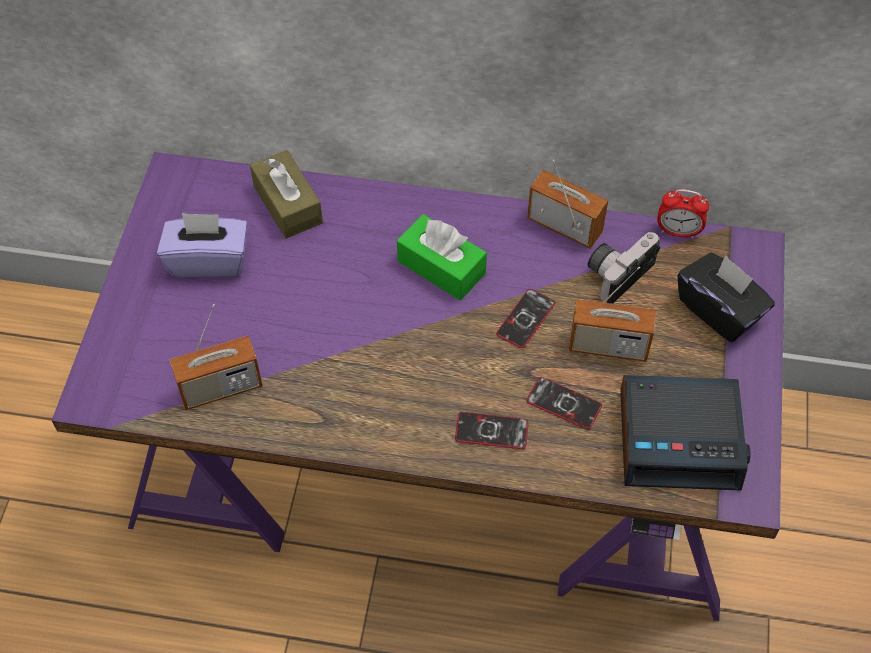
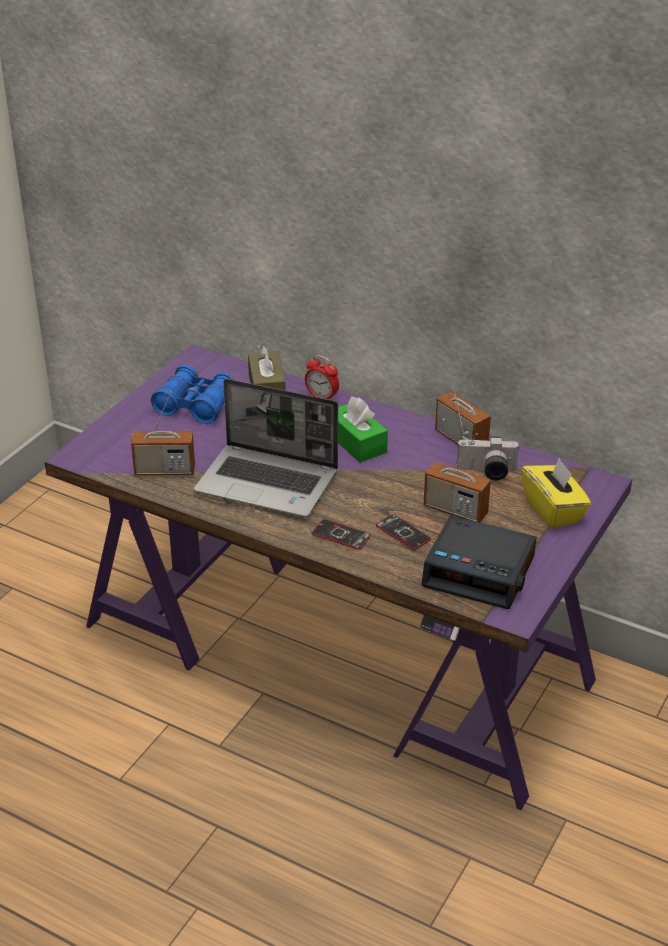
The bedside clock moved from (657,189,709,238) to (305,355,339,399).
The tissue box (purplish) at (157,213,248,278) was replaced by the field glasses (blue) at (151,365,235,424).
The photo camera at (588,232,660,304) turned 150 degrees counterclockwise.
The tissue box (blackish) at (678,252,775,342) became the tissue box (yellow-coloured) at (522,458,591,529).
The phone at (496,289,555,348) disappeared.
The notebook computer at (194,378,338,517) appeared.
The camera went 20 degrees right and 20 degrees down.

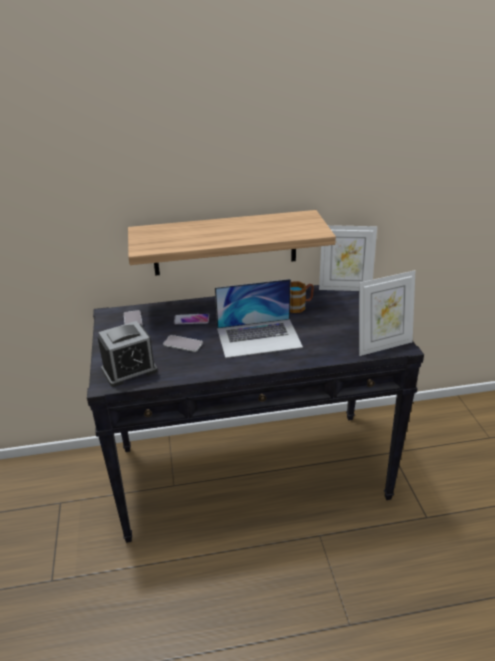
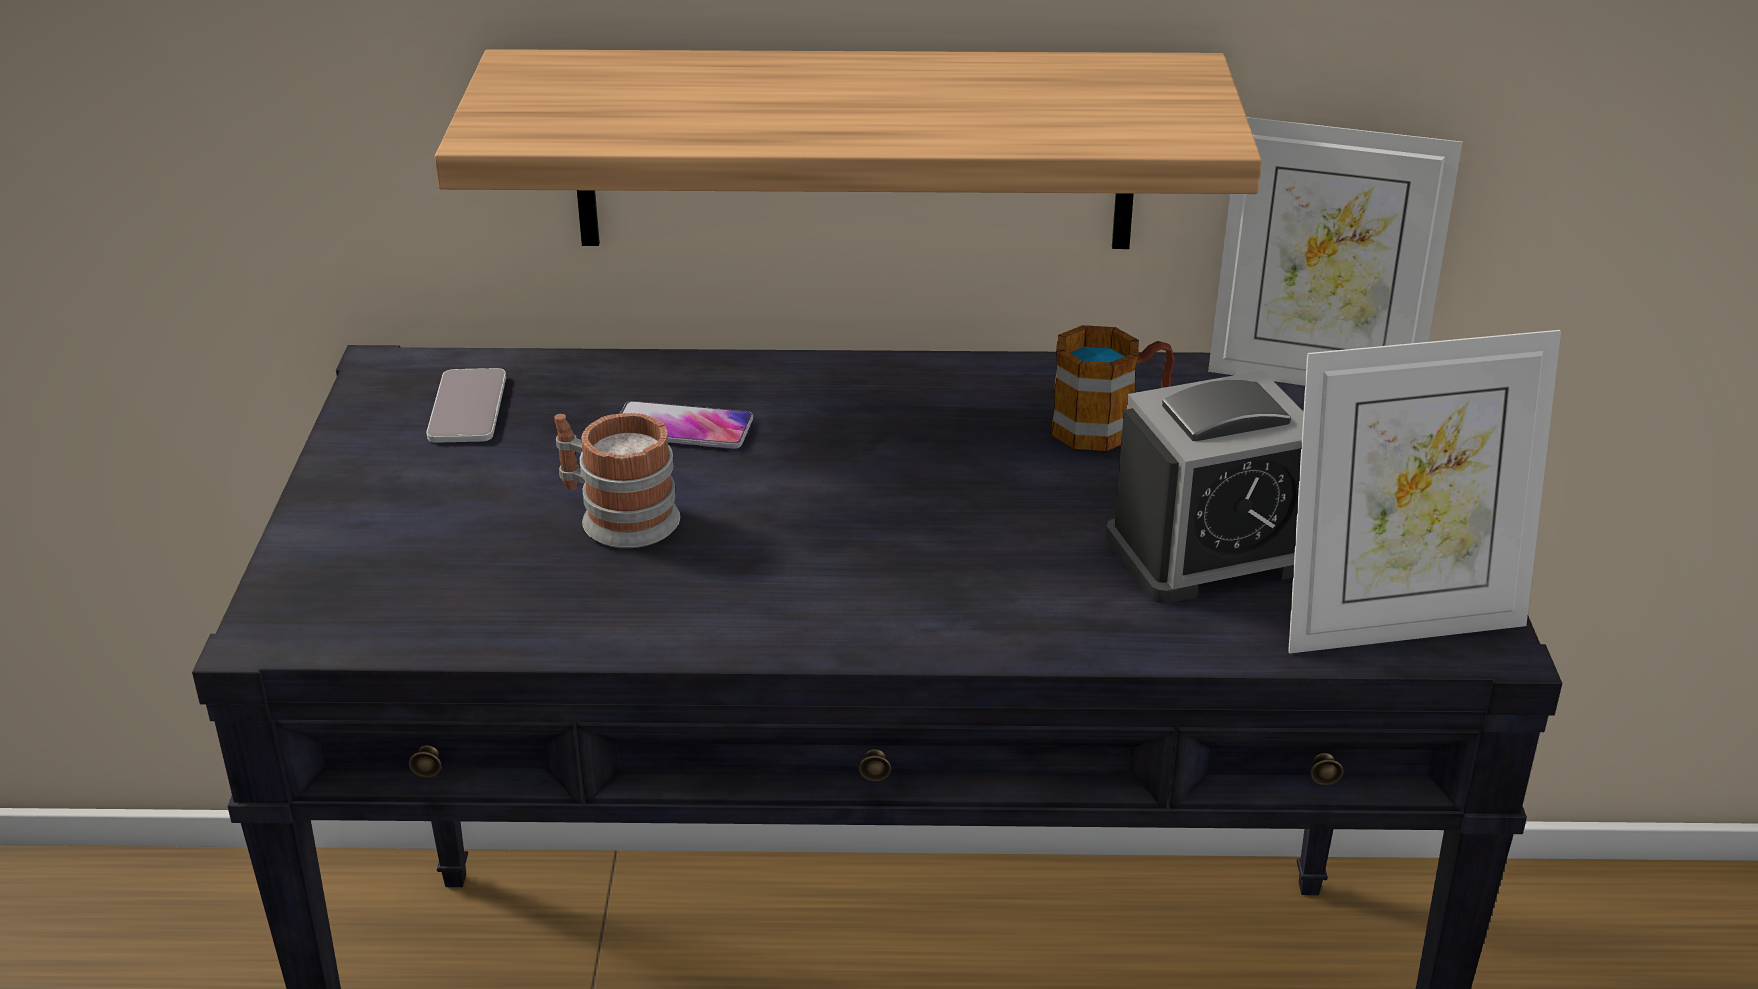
The notebook computer at (215,279,303,358) disappeared.
The bedside clock moved from (98,321,158,387) to (1106,370,1304,604).
The phone at (163,335,203,352) was replaced by the mug at (554,413,680,548).
The camera went 10 degrees right and 0 degrees up.

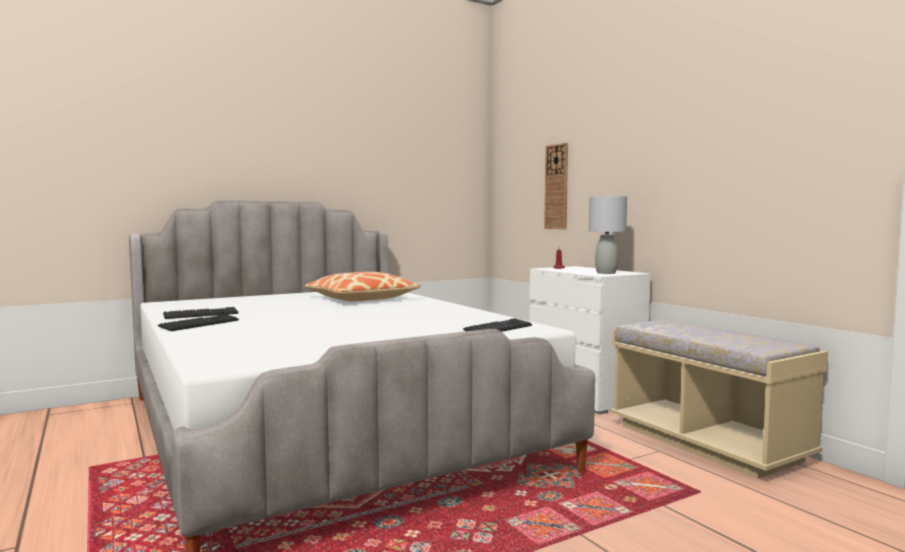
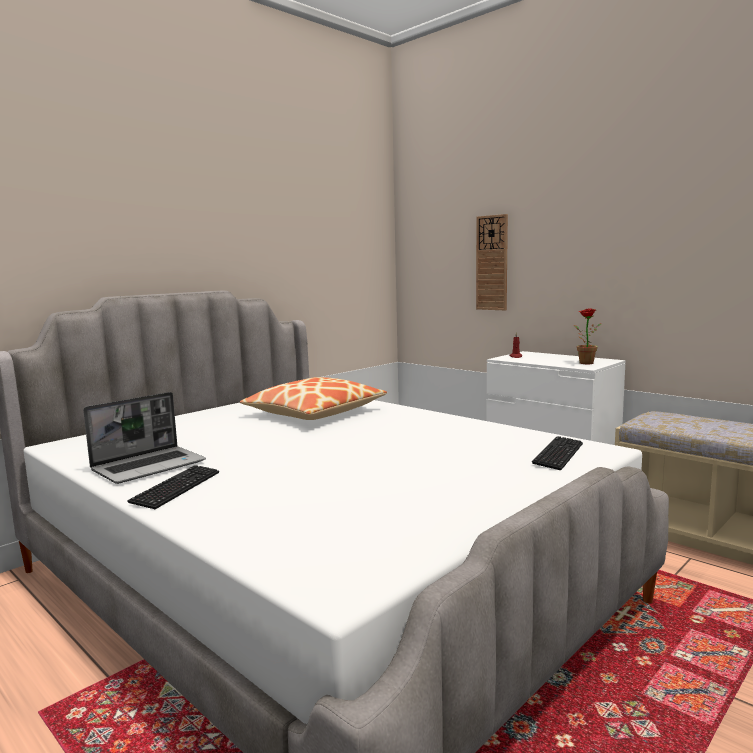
The table lamp (grey) at (589,196,627,274) was replaced by the plant in a pot at (574,308,602,364).
The computer keyboard at (163,307,239,319) was replaced by the notebook computer at (83,392,206,484).
The camera went 15 degrees left and 5 degrees up.

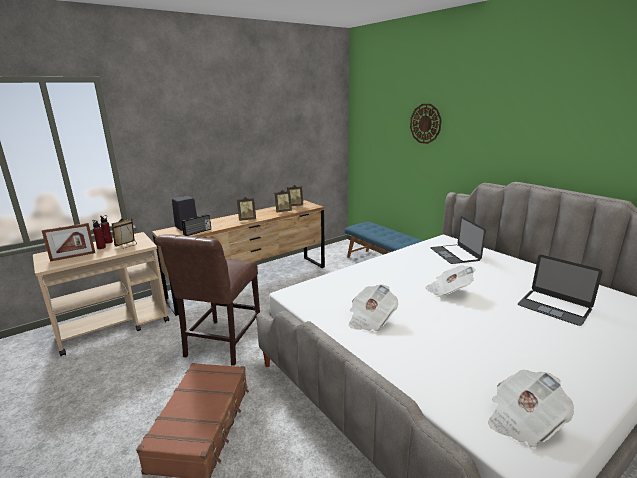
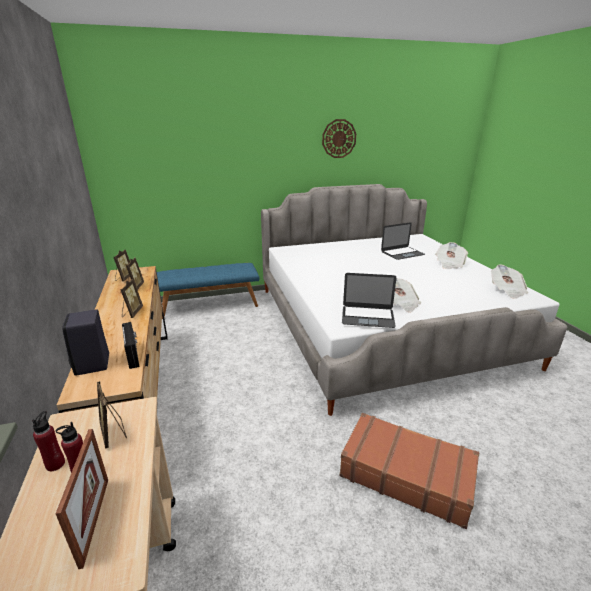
The clock on the wall moved from (410,104,442,144) to (322,119,356,158).
The notebook computer moved from (430,216,486,264) to (342,273,396,328).
The upright chair (brownish) at (155,234,260,366) disappeared.
The printed paper moved from (425,265,476,297) to (436,242,468,269).
The camera went 70 degrees left and 5 degrees up.

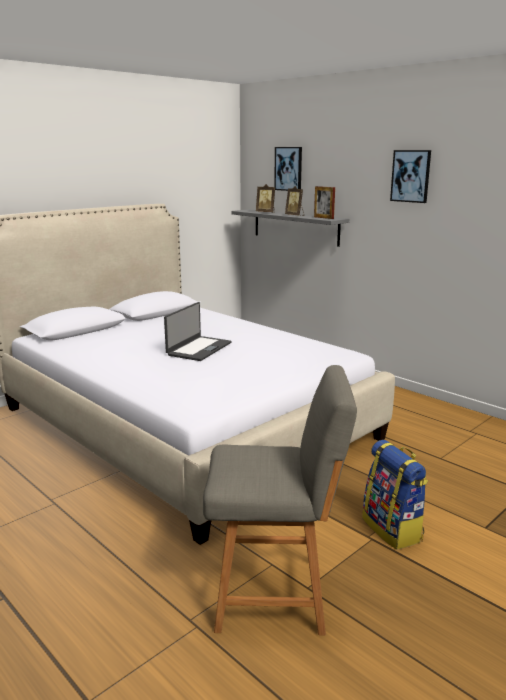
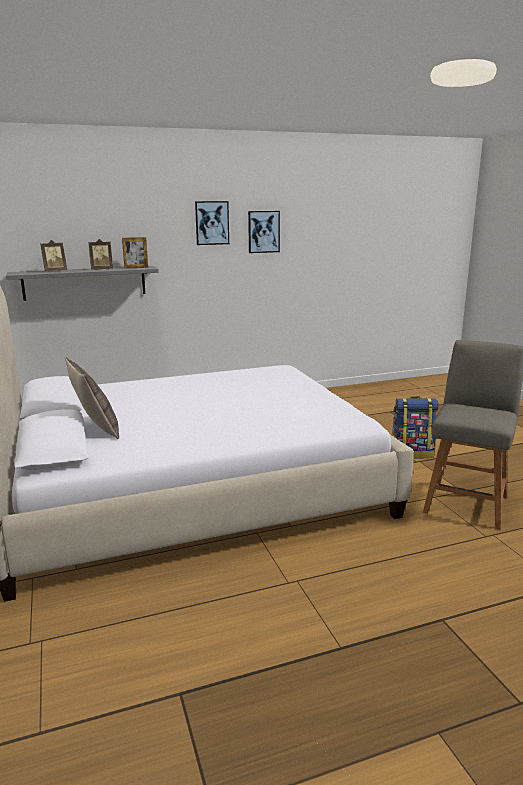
The wall art moved from (274,147,302,191) to (248,211,280,253).
The notebook computer at (164,302,232,361) disappeared.
The cushion at (65,357,119,439) appeared.
The camera went 65 degrees left and 0 degrees up.

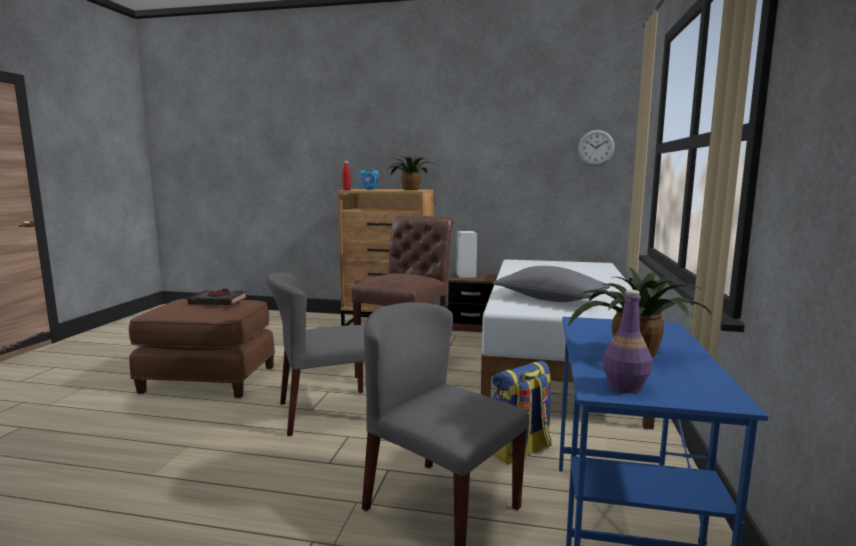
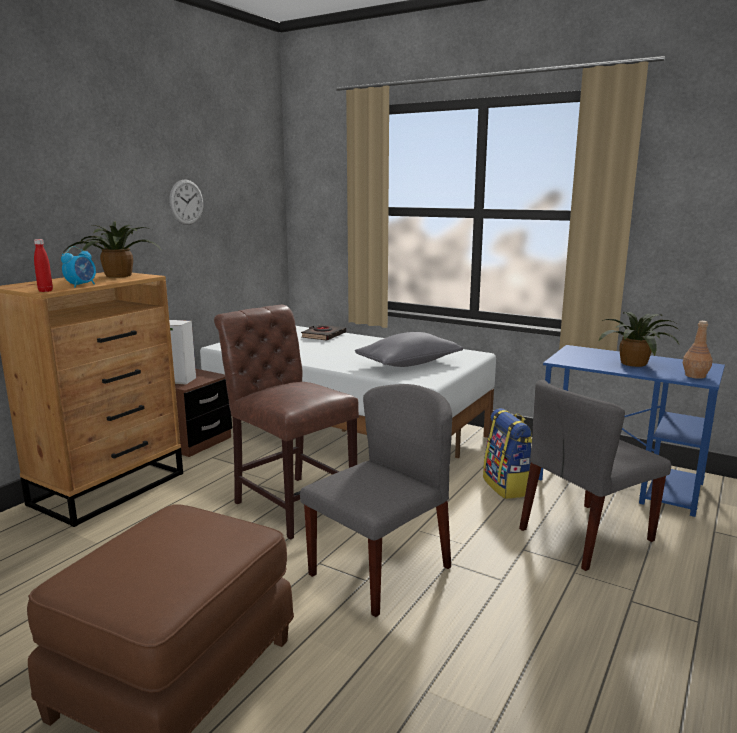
The clock on the wall moved from (578,130,615,166) to (169,179,203,225).
The upright chair (grey) at (266,273,365,436) turned 135 degrees counterclockwise.
The bound book (blackish) moved from (187,289,247,305) to (301,324,346,341).
The beverage bottle (purplish) at (603,290,652,393) became the beverage bottle (brownish) at (683,321,713,379).
The camera went 70 degrees left and 5 degrees up.

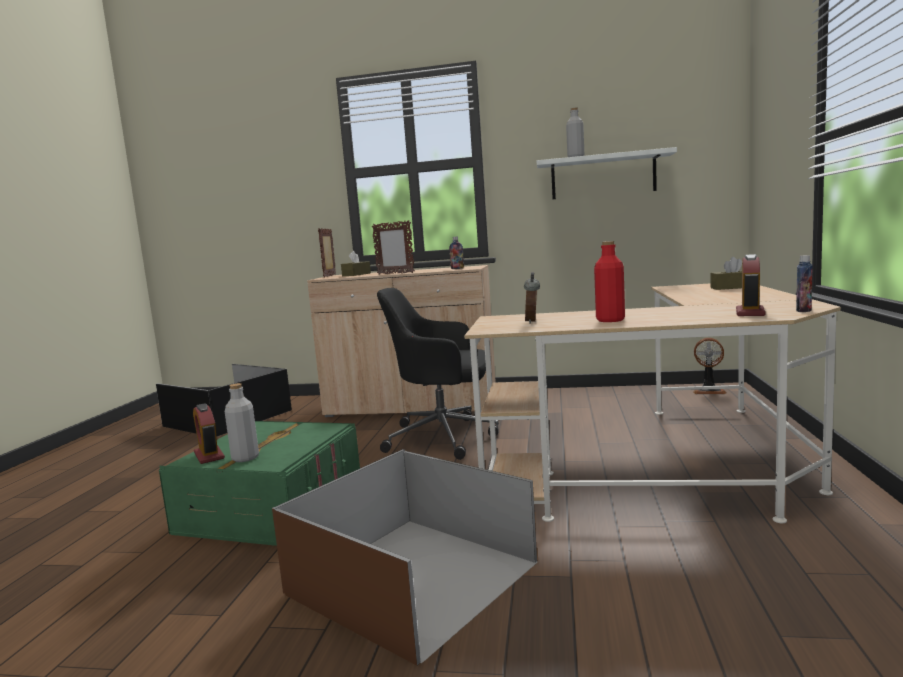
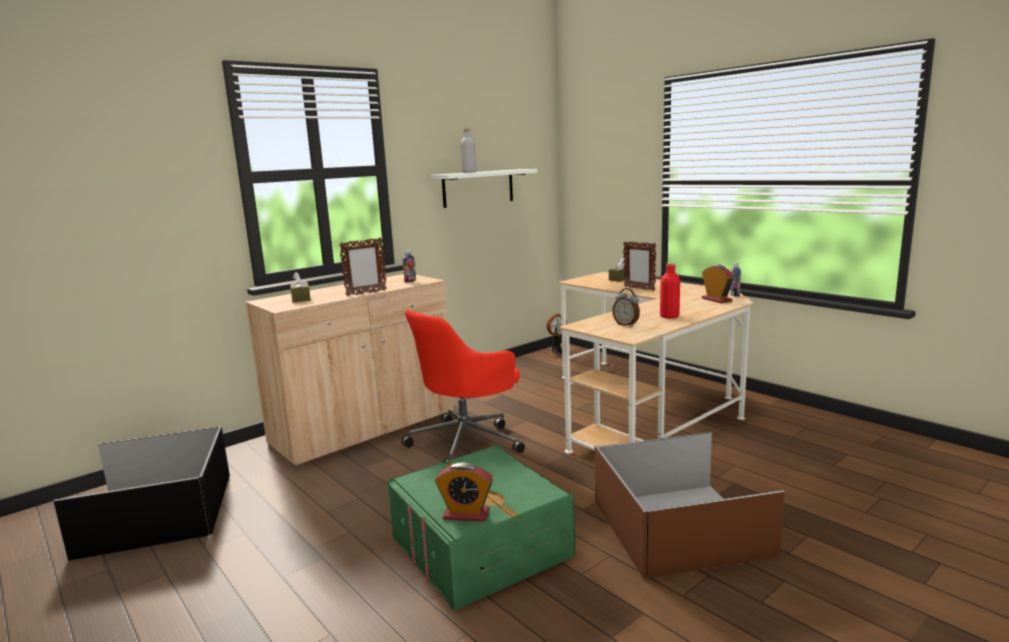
The standing frame moved from (318,228,336,278) to (623,241,656,291).
The office chair (blackish) at (377,288,499,460) became the office chair (red-coloured) at (401,310,525,462).
The beverage bottle (grey) at (225,383,259,462) disappeared.
The camera went 50 degrees left and 5 degrees up.

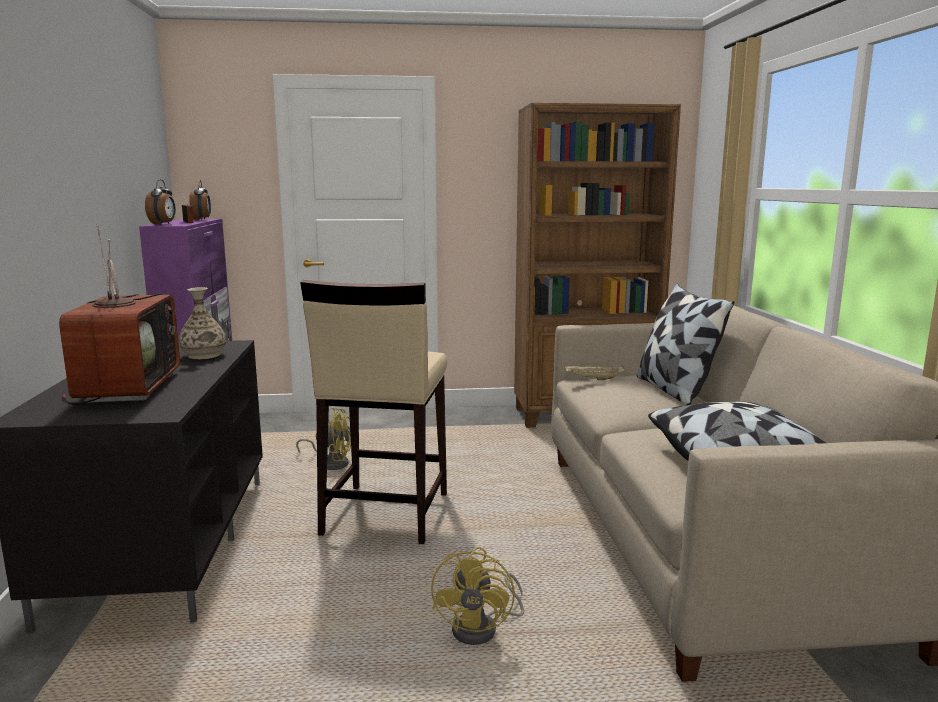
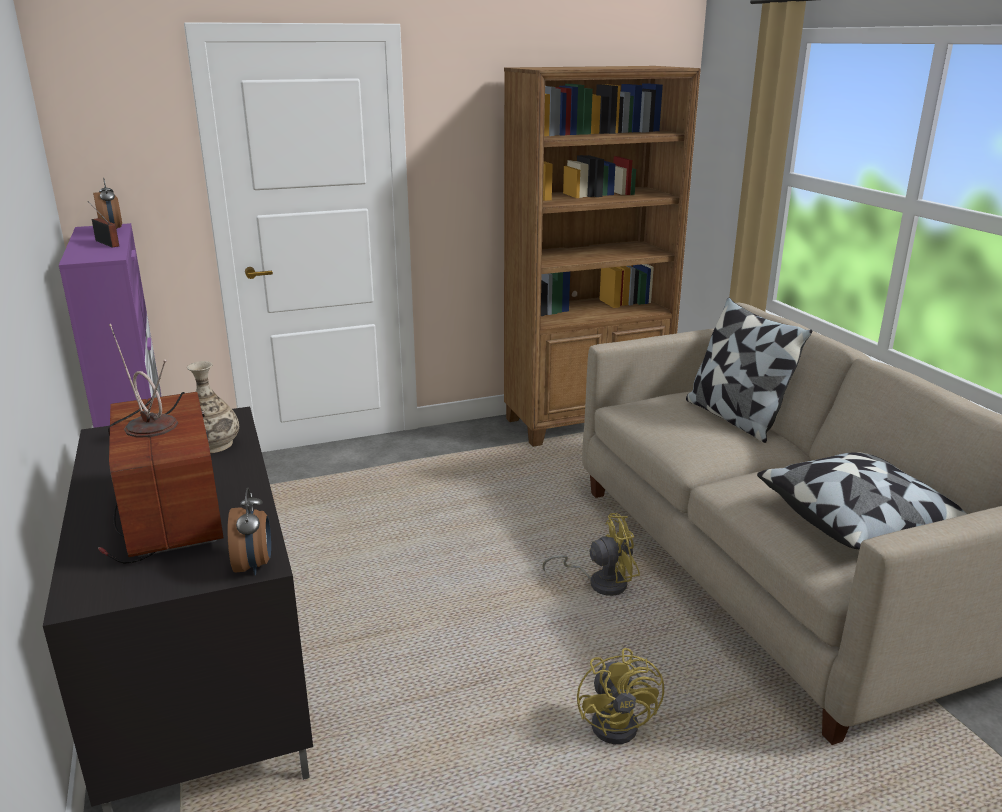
The bedside clock moved from (145,179,176,225) to (228,488,271,575).
The stool seat (beige-coloured) at (300,280,447,544) disappeared.
The tray (beige-coloured) at (565,366,625,380) disappeared.
The electric fan (yellow-coloured) moved from (296,408,351,470) to (542,513,640,596).
The camera went 15 degrees left and 10 degrees up.

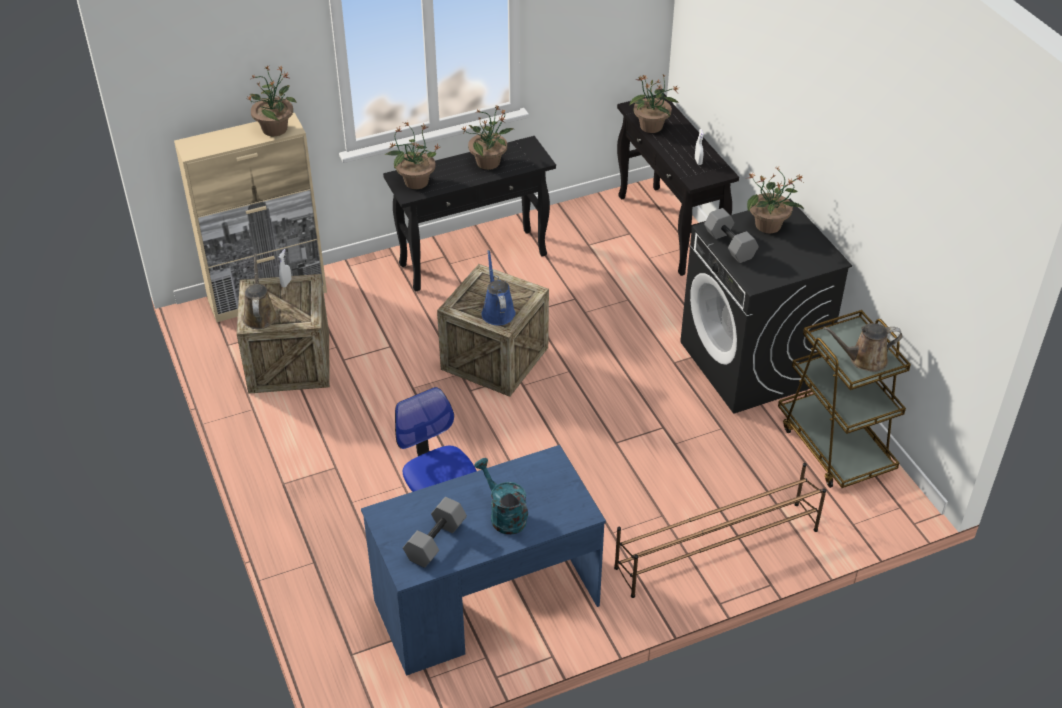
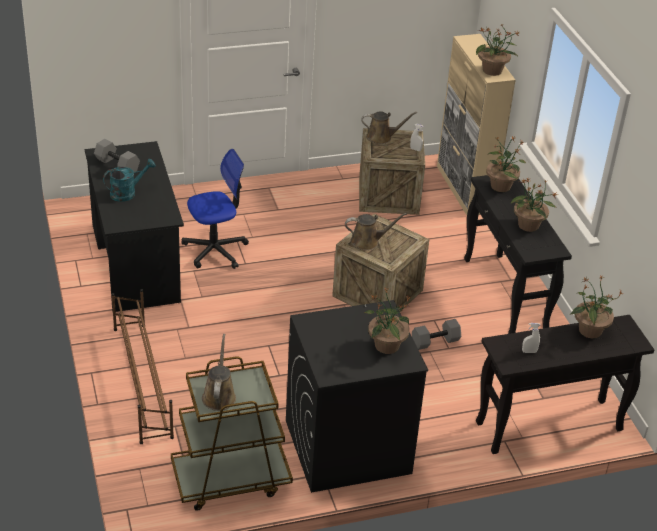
The dumbbell (grey) moved from (704,208,759,263) to (412,319,461,350).
The sprinkling can (blue) at (481,250,515,326) became the sprinkling can (brownish) at (345,213,407,251).
The desk table (blue) at (361,445,606,676) became the desk table (blackish) at (85,141,184,312).
The camera went 95 degrees right and 5 degrees down.

